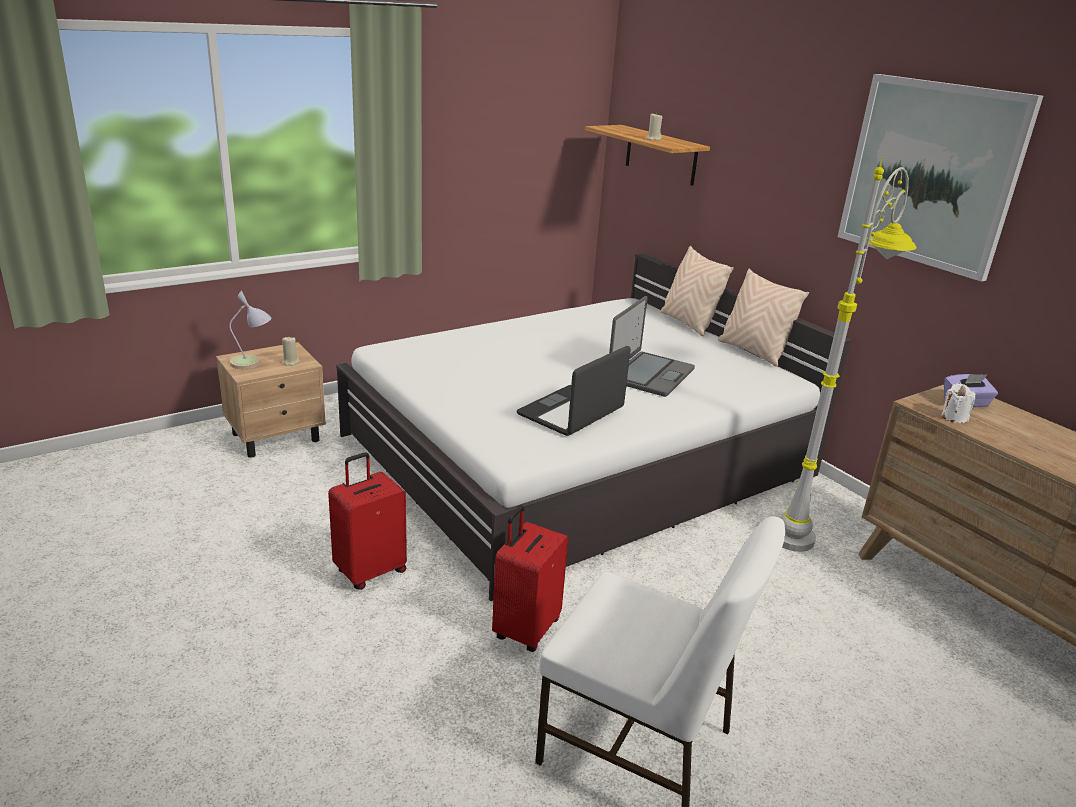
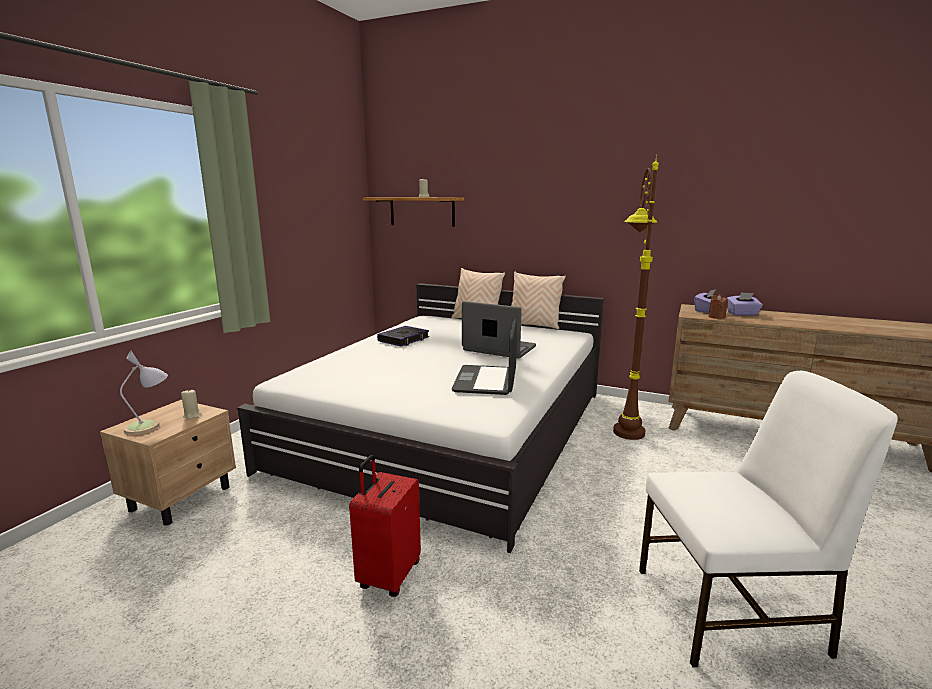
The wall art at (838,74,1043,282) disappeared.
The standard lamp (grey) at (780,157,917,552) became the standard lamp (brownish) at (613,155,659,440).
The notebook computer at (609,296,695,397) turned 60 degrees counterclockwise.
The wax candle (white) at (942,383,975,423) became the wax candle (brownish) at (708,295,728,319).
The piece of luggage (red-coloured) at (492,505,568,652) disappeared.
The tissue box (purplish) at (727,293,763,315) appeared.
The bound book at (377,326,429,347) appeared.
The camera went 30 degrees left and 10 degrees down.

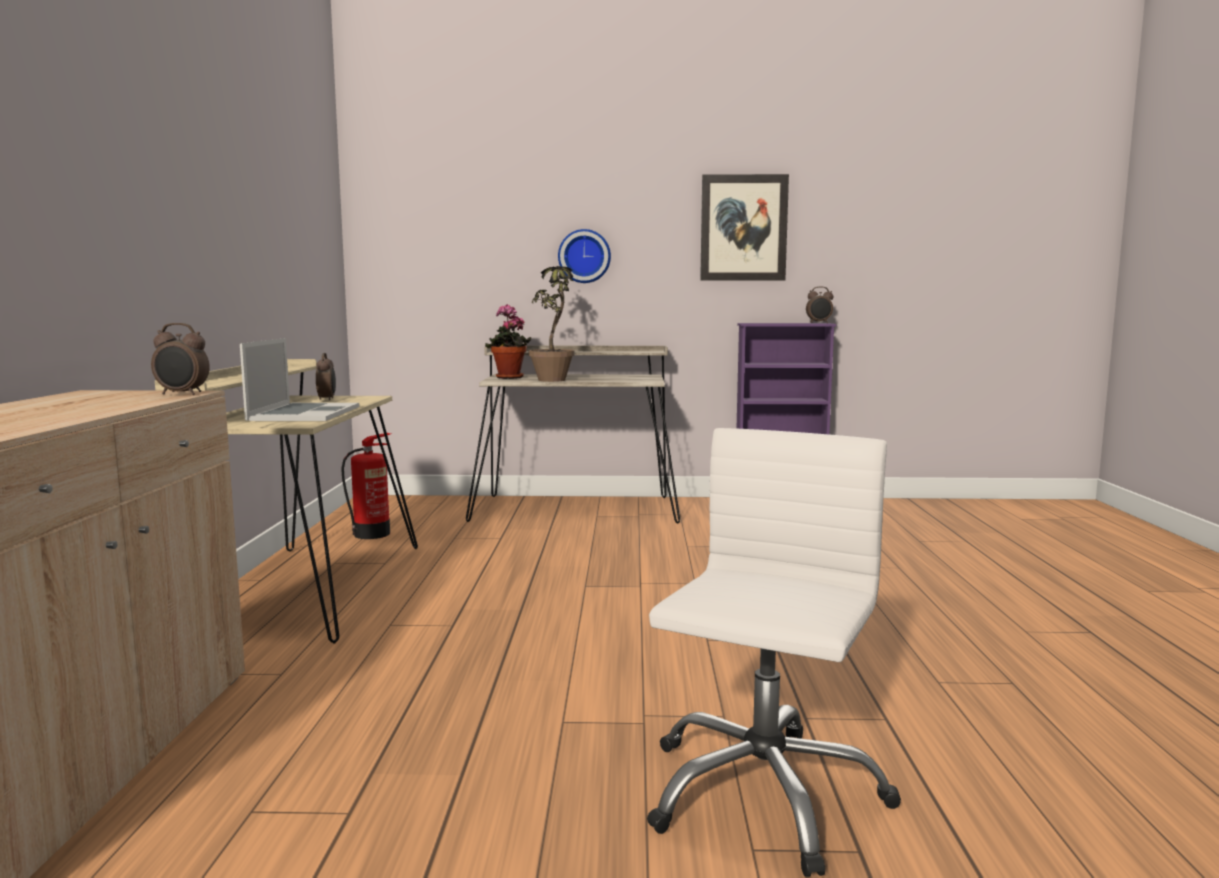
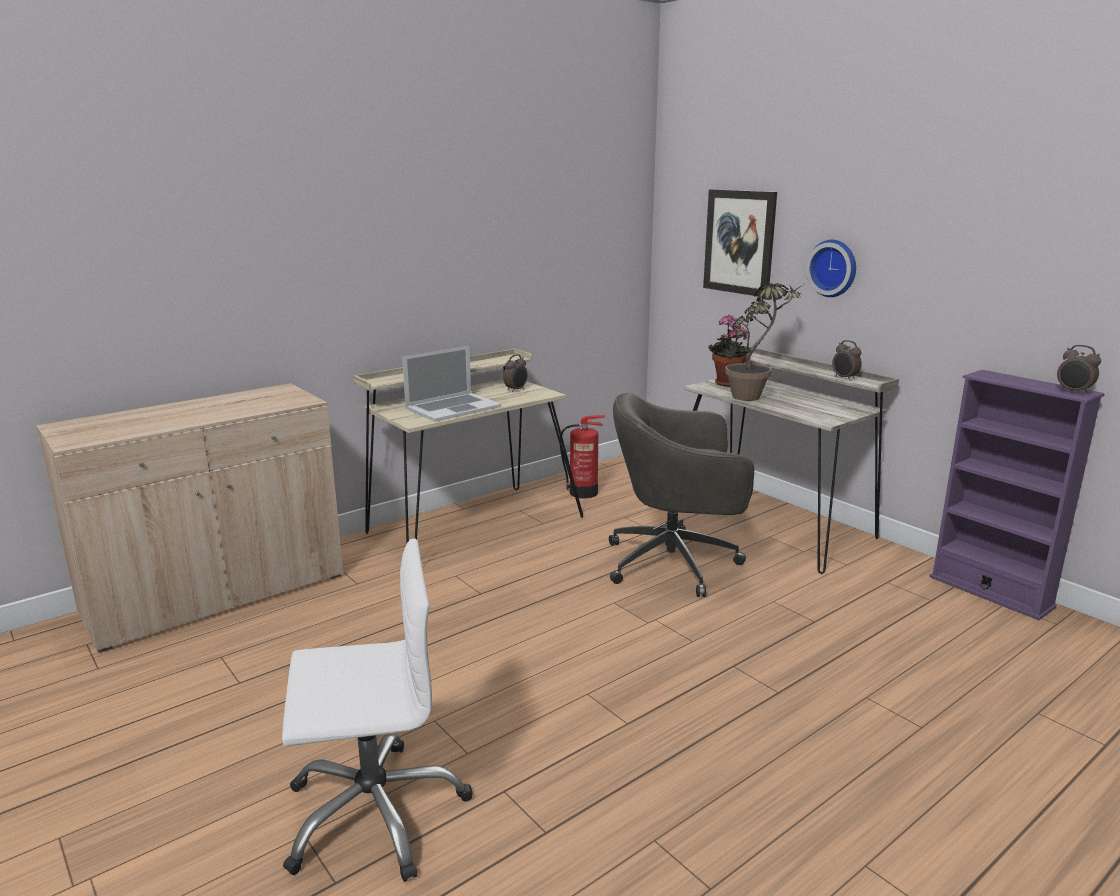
The wall art moved from (700,174,789,281) to (703,189,777,296).
The bedside clock moved from (151,323,210,395) to (832,340,862,381).
The office chair (grey) at (609,393,754,597) appeared.
The camera went 50 degrees right and 10 degrees up.

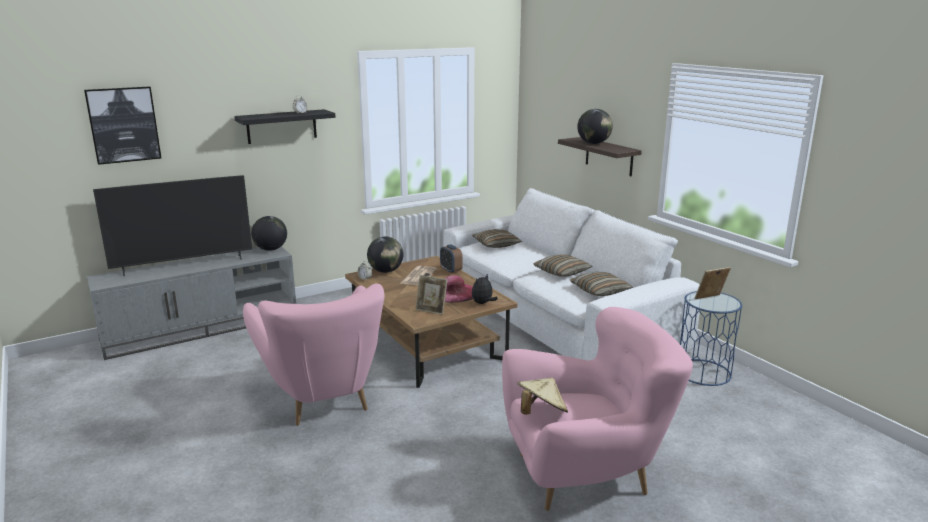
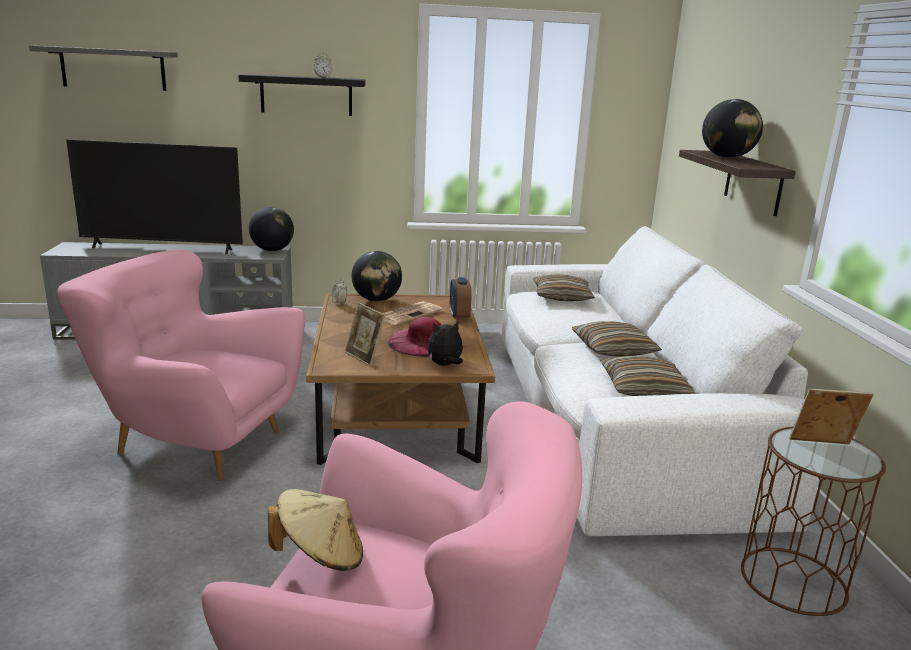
The wall art at (84,86,161,165) was replaced by the shelf (grey) at (29,46,178,91).
The lounge chair (pinkish) at (243,283,385,426) turned 105 degrees clockwise.
The accent table (blue) at (680,291,742,386) became the accent table (brownish) at (741,427,886,616).
The camera went 25 degrees right and 0 degrees up.

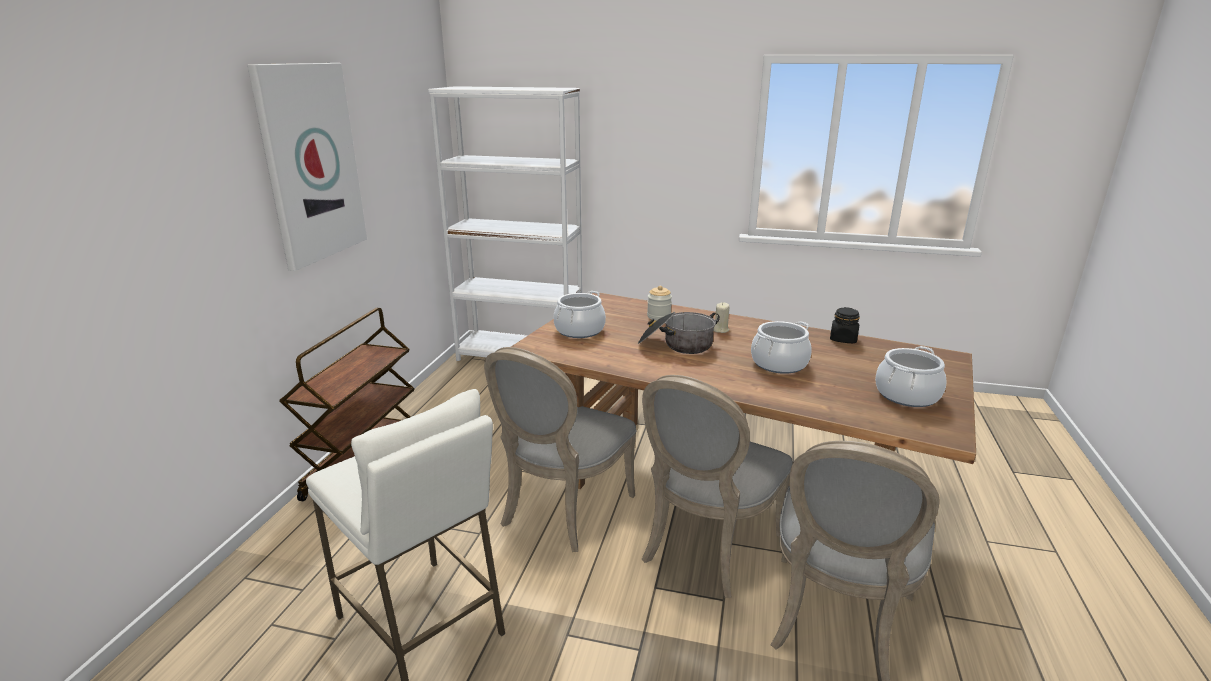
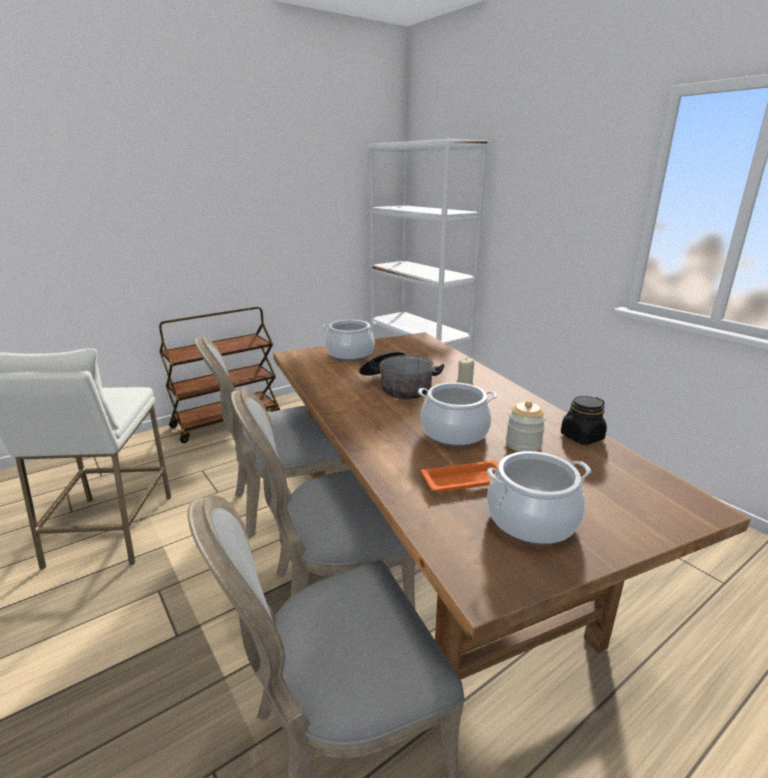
The wall art at (247,63,367,271) disappeared.
The preserve jar moved from (647,285,672,321) to (506,401,546,452).
The tray (orange) at (421,460,498,492) appeared.
The camera went 40 degrees right and 0 degrees up.

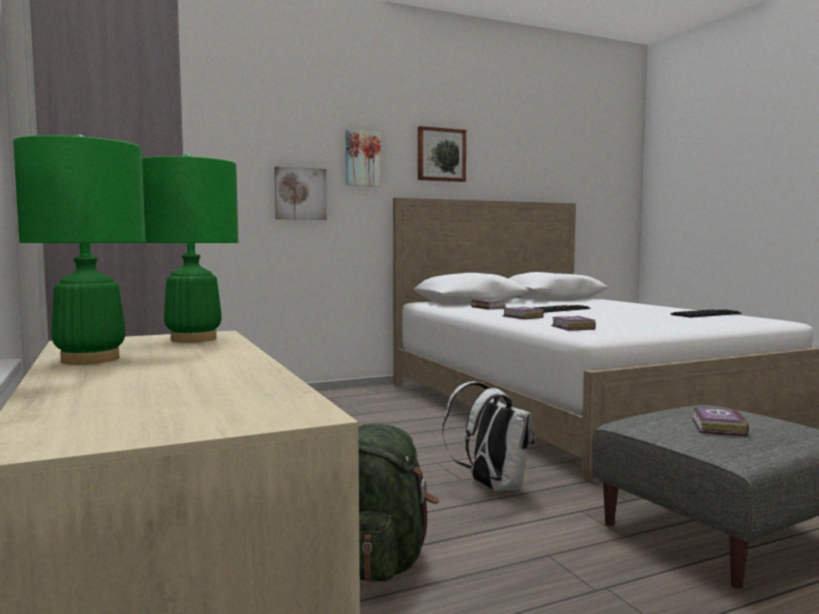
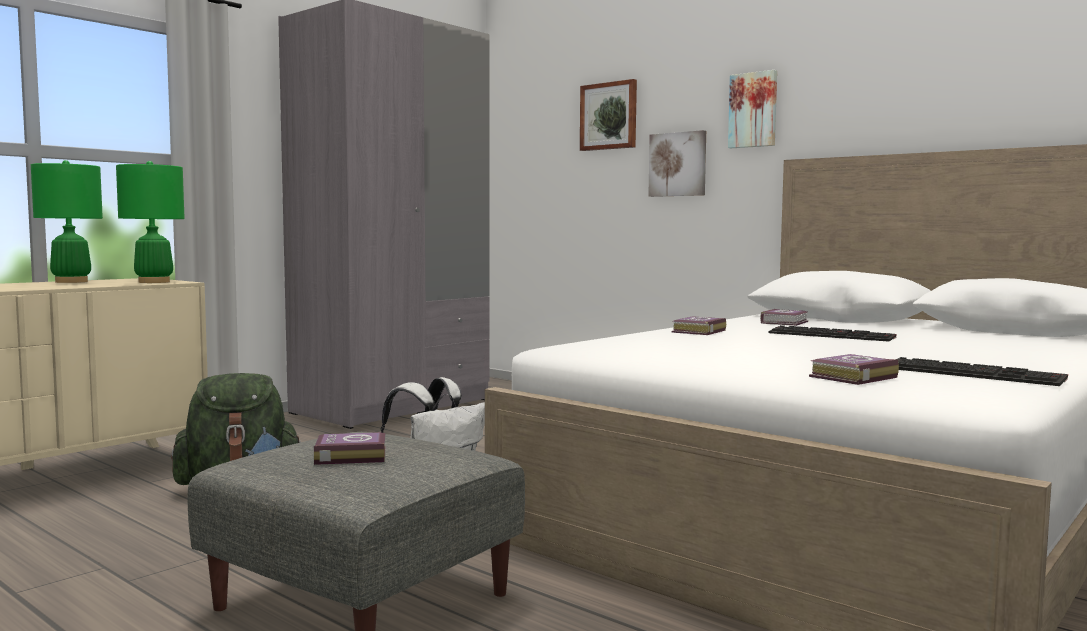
The wall art moved from (418,126,466,182) to (580,79,637,151).
The bound book moved from (551,316,596,331) to (809,354,899,385).
The camera went 65 degrees right and 0 degrees up.

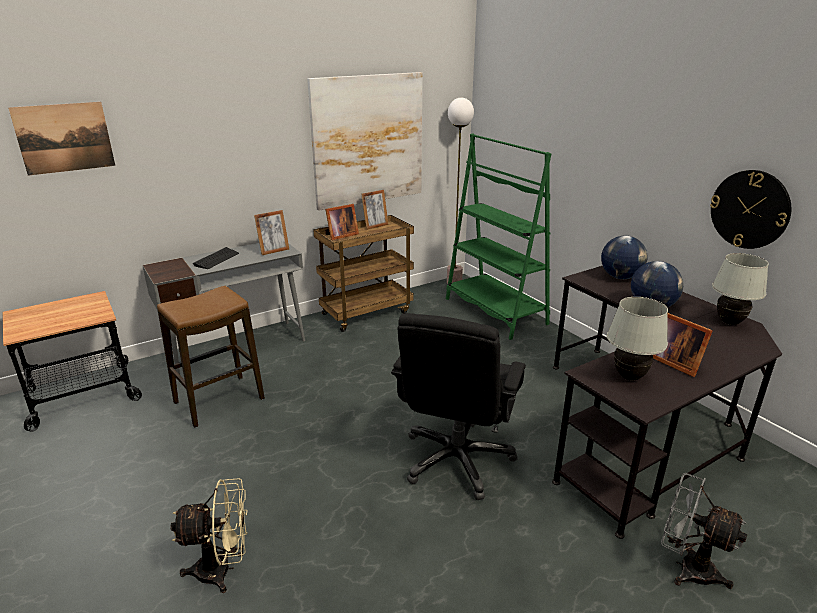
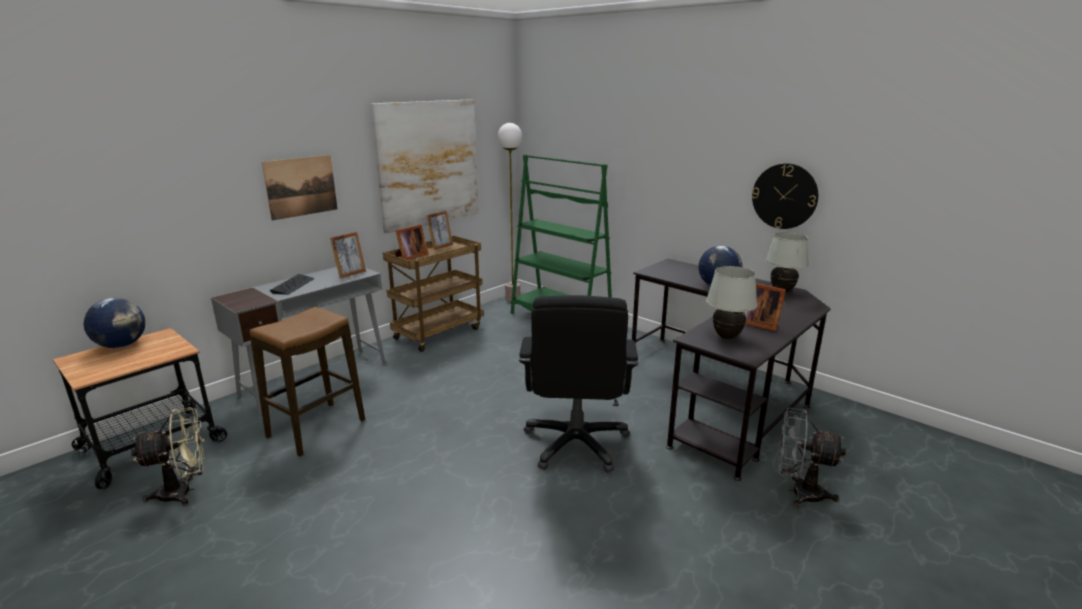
The wall art moved from (8,102,115,176) to (262,155,337,221).
The globe moved from (601,236,648,279) to (83,298,145,348).
The electric fan (beige-coloured) moved from (170,478,248,593) to (131,407,205,506).
The camera went 15 degrees left and 5 degrees down.

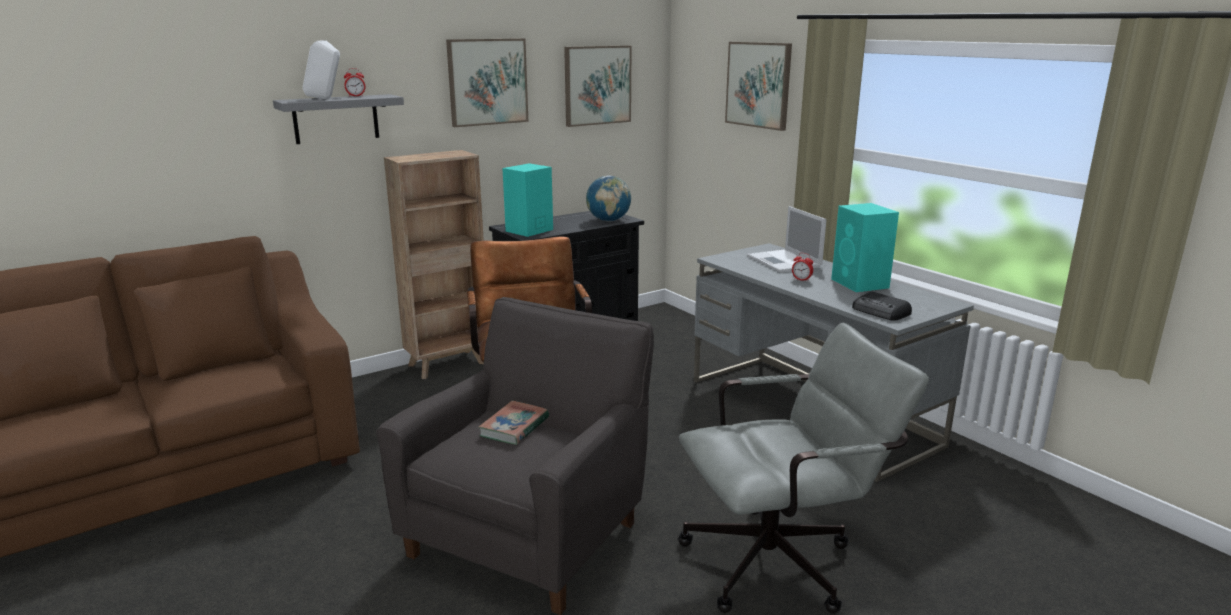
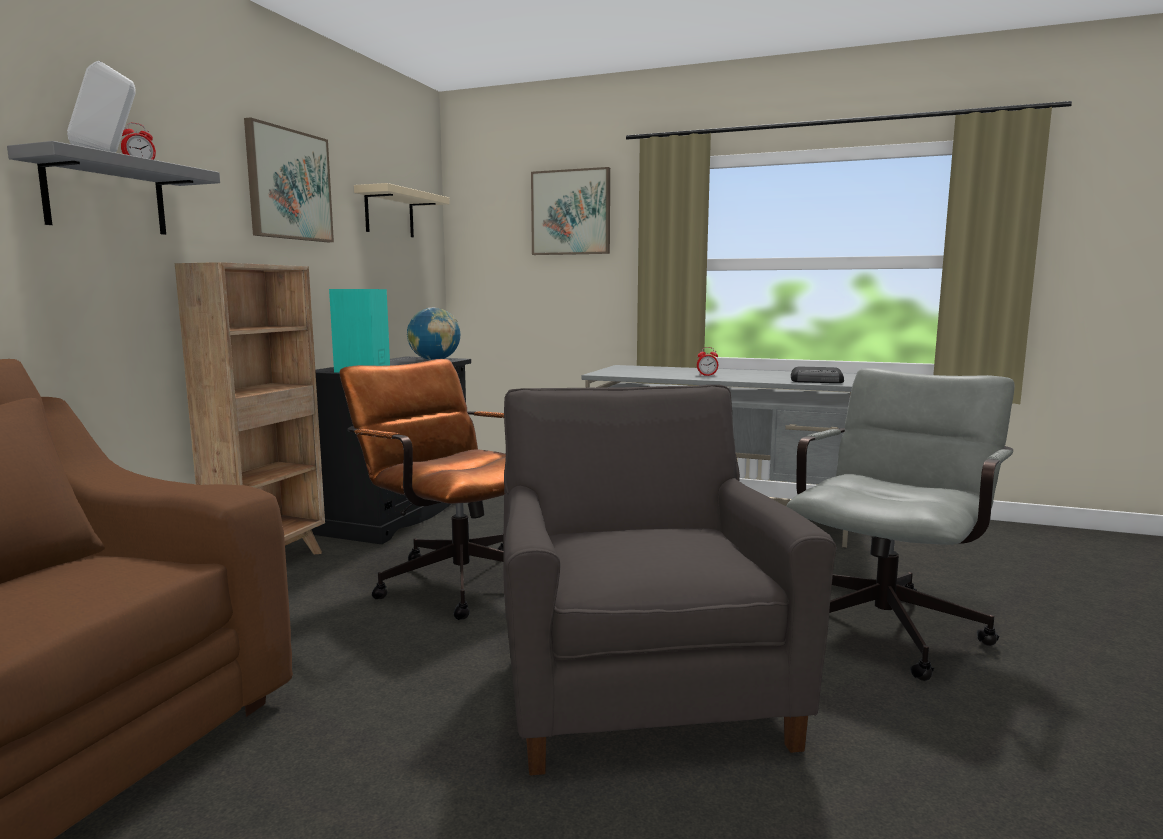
The wall art at (564,46,632,127) was replaced by the shelf (beige-coloured) at (354,183,450,237).
The loudspeaker (turquoise) at (831,203,899,292) disappeared.
The notebook computer at (747,206,826,273) disappeared.
The bound book at (478,401,549,445) disappeared.
The camera went 35 degrees left and 10 degrees down.

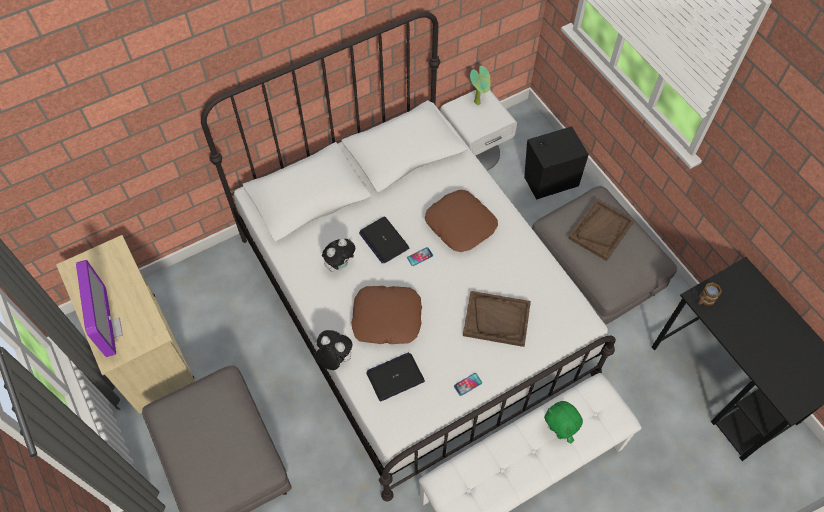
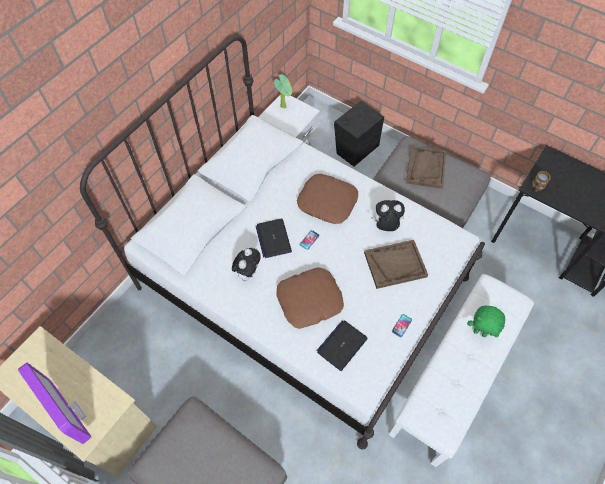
The notebook computer at (359,217,410,264) turned 45 degrees clockwise.
The plush toy moved from (313,330,352,370) to (370,200,405,231).
The camera went 25 degrees left and 0 degrees up.

